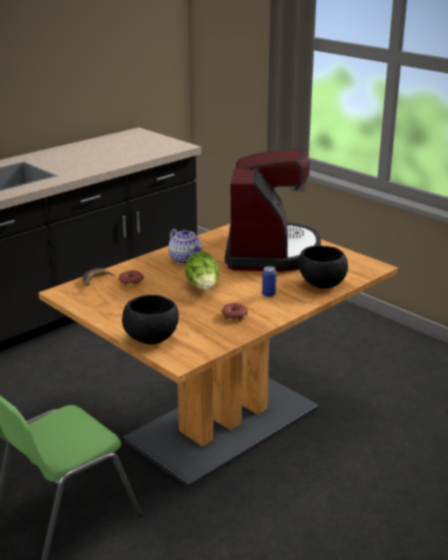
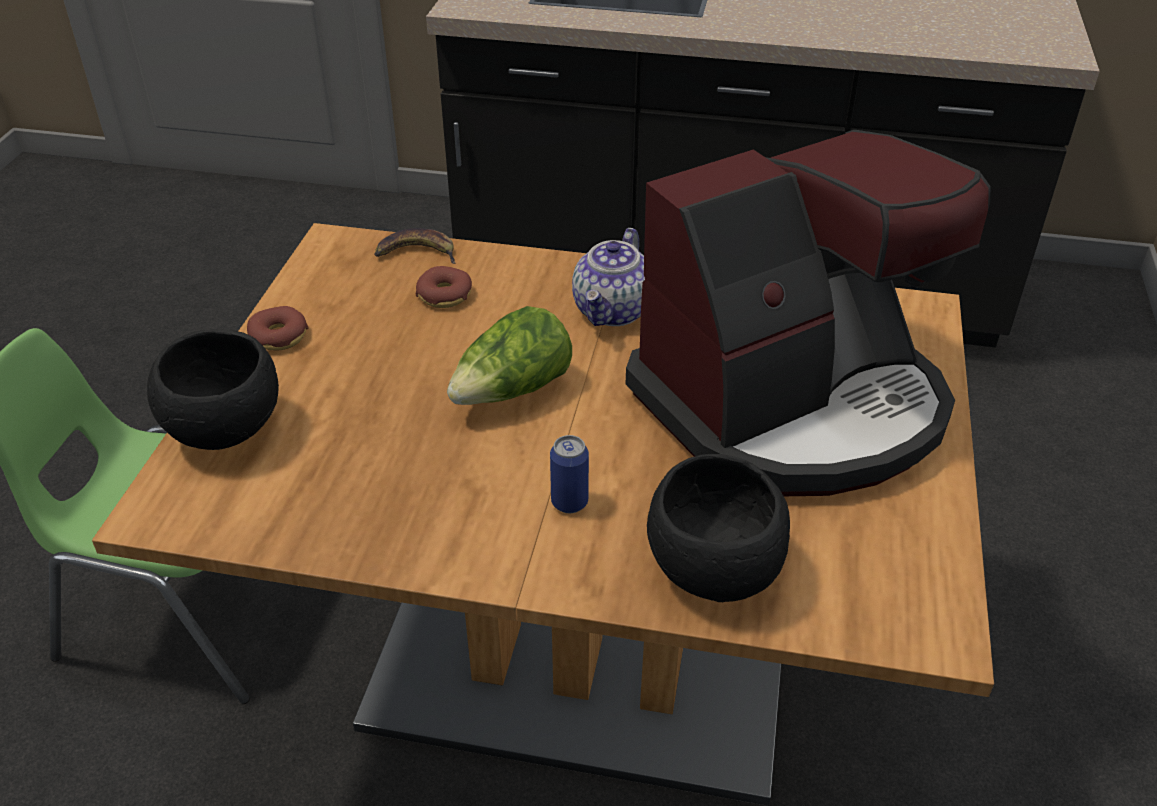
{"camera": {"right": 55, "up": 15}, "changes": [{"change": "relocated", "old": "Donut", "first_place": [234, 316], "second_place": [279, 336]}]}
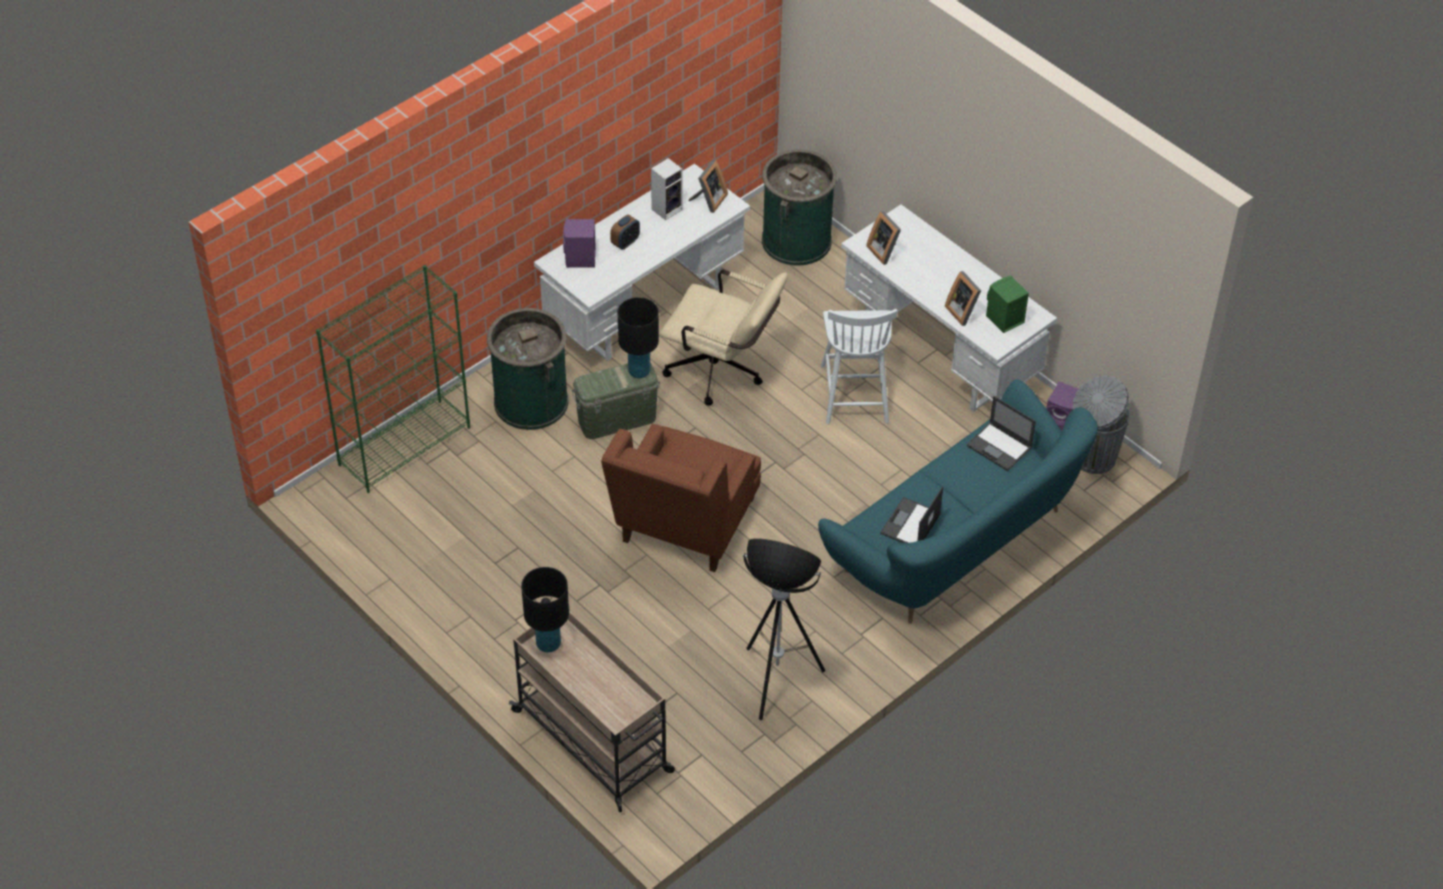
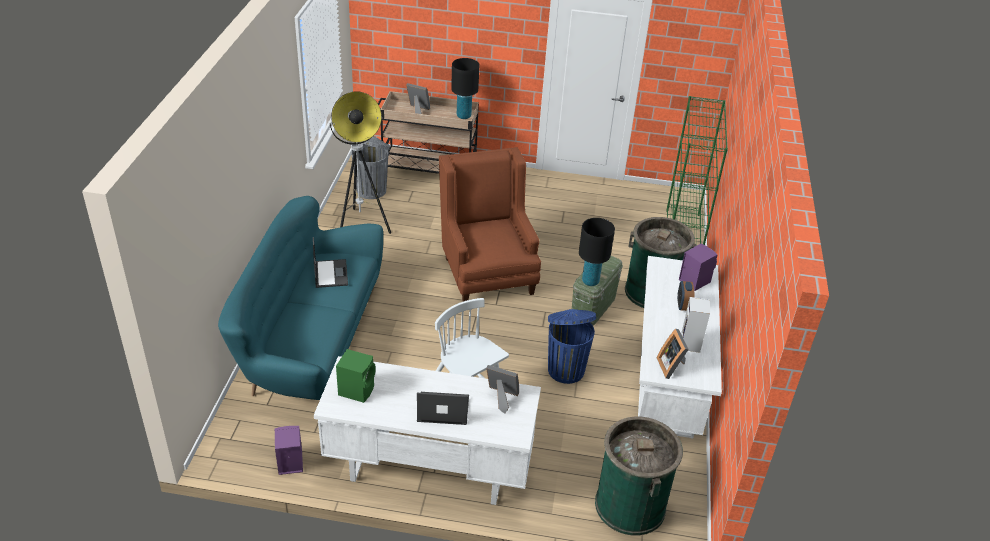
{"camera": {"right": 140, "up": -10}, "changes": [{"change": "relocated", "old": "Mülleimer [grau]", "first_place": [1092, 457], "second_place": [372, 190]}, {"change": "relocated", "old": "Bilderrahmen", "first_place": [963, 311], "second_place": [418, 110]}, {"change": "relocated", "old": "Laptop", "first_place": [1000, 447], "second_place": [442, 409]}, {"change": "exchanged", "old": "Bürostuhl [beige]", "new": "Mülleimer [blau]", "first_place": [722, 372], "second_place": [565, 369]}]}
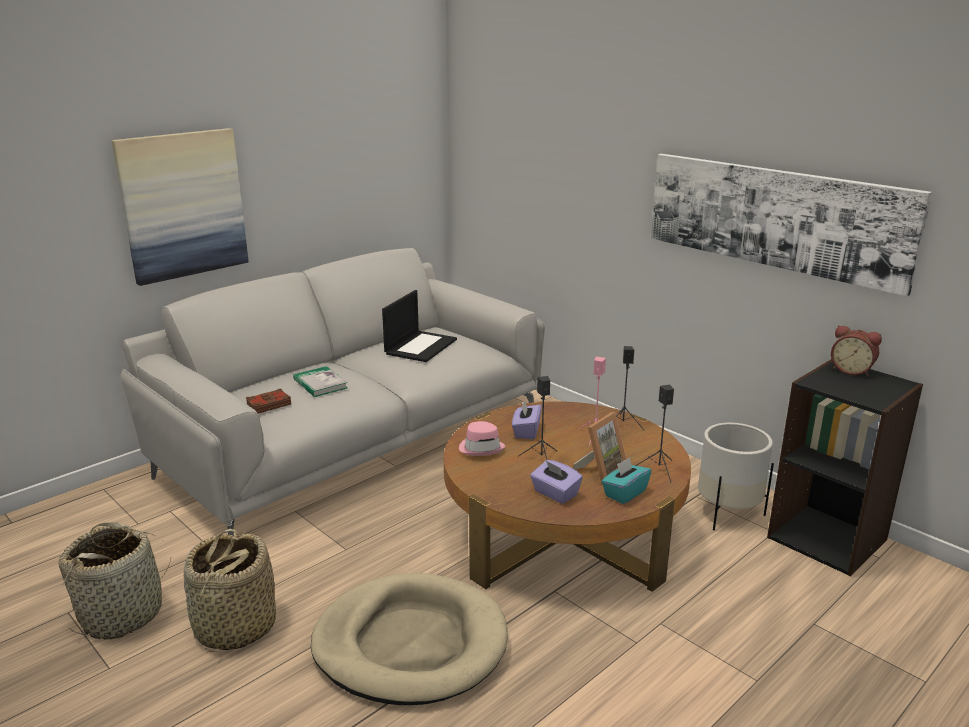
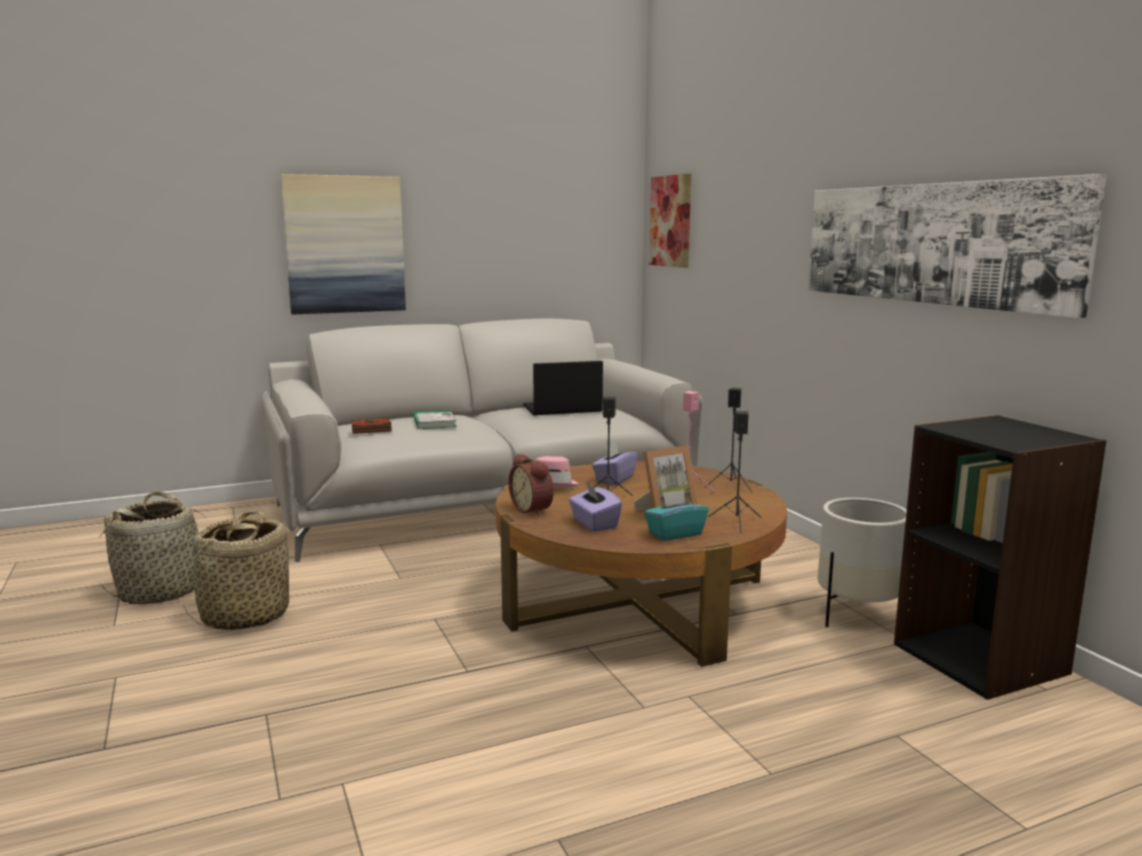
{"camera": {"right": 20, "up": -10}, "changes": [{"change": "relocated", "old": "Wecker", "first_place": [851, 370], "second_place": [533, 509]}, {"change": "spun", "old": "Laptop", "first_place": [420, 346], "second_place": [561, 409], "degrees": -150}, {"change": "appeared", "new": "Bild", "second_place": [671, 221]}, {"change": "missing", "old": "Hundebett [beige]", "first_place": [410, 644]}]}
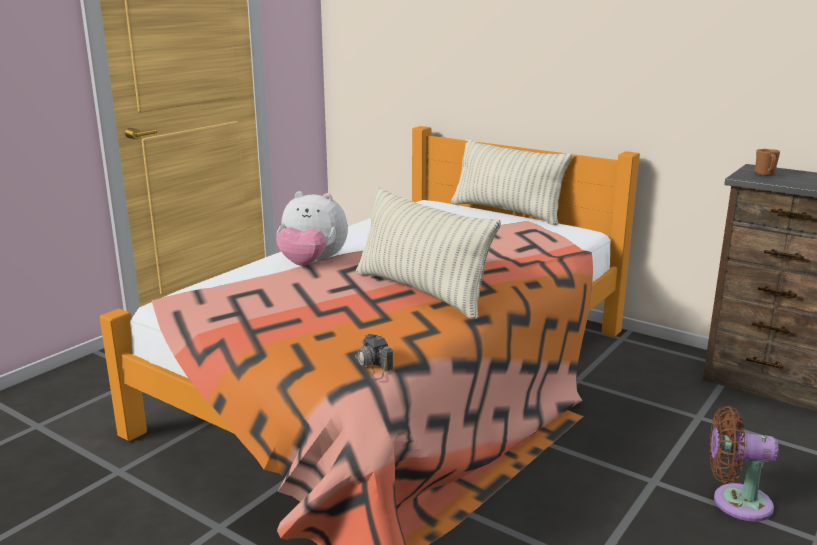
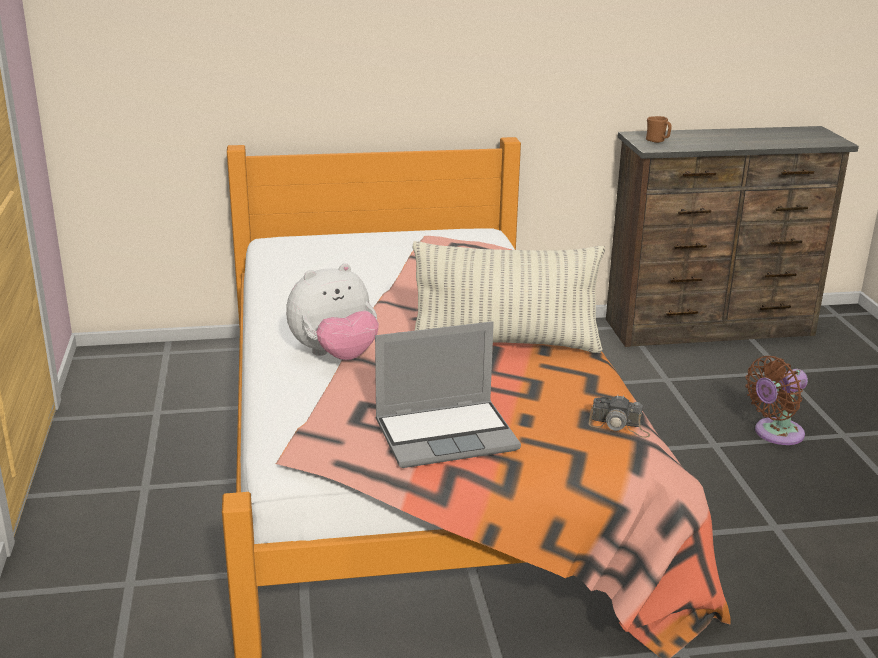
{"camera": {"right": -45, "up": 5}, "changes": [{"change": "appeared", "new": "Laptop", "second_place": [447, 435]}, {"change": "missing", "old": "Kissen", "first_place": [506, 212]}]}
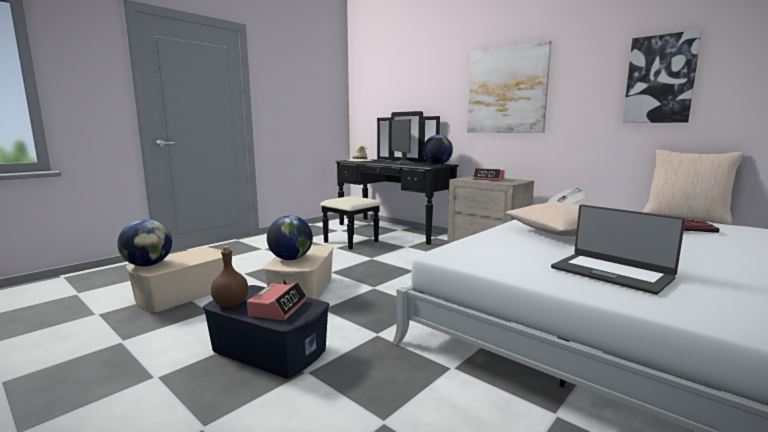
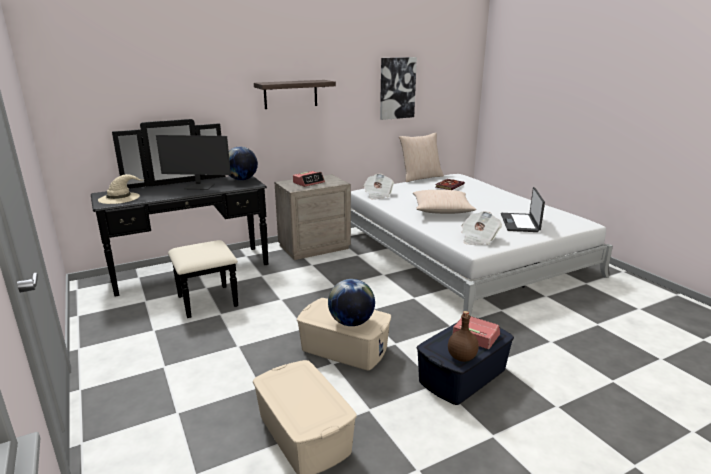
{"camera": {"right": -70, "up": 10}, "changes": [{"change": "exchanged", "old": "Bild", "new": "Wandregal", "first_place": [506, 90], "second_place": [290, 94]}, {"change": "appeared", "new": "Zeitung", "second_place": [478, 239]}, {"change": "spun", "old": "Laptop", "first_place": [611, 273], "second_place": [520, 223], "degrees": 120}, {"change": "missing", "old": "Globus", "first_place": [148, 265]}]}
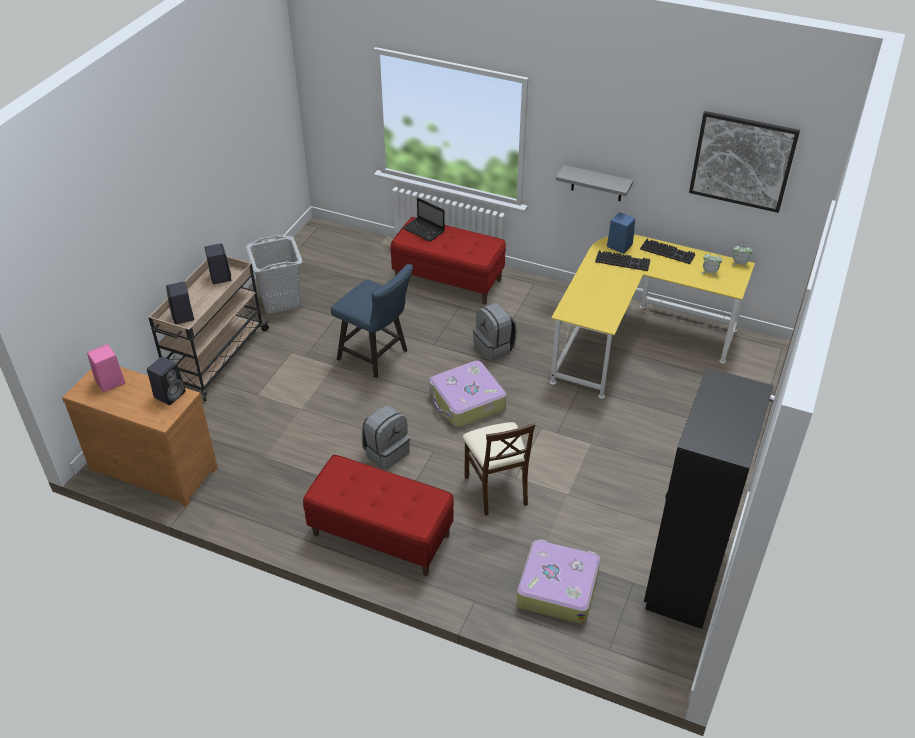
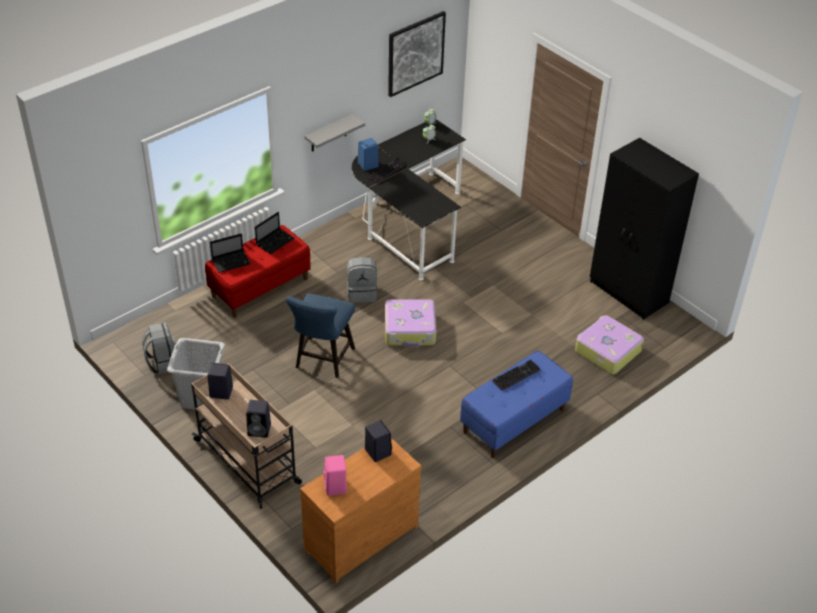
{"camera": {"right": -65, "up": 0}, "changes": [{"change": "relocated", "old": "Rucksack [grau]", "first_place": [386, 452], "second_place": [162, 362]}, {"change": "appeared", "new": "Laptop", "second_place": [275, 241]}, {"change": "spun", "old": "Stuhl [blau]", "first_place": [377, 356], "second_place": [322, 361], "degrees": 135}, {"change": "colour", "old": "Schreibtisch [gelb]", "new": "Schreibtisch [schwarz]", "first_place": [633, 341], "second_place": [407, 222]}, {"change": "colour", "old": "Bank [rot]", "new": "Bank [blau]", "first_place": [380, 535], "second_place": [514, 421]}, {"change": "relocated", "old": "Tastatur", "first_place": [668, 252], "second_place": [516, 375]}, {"change": "missing", "old": "Stuhl [beige]", "first_place": [496, 489]}]}
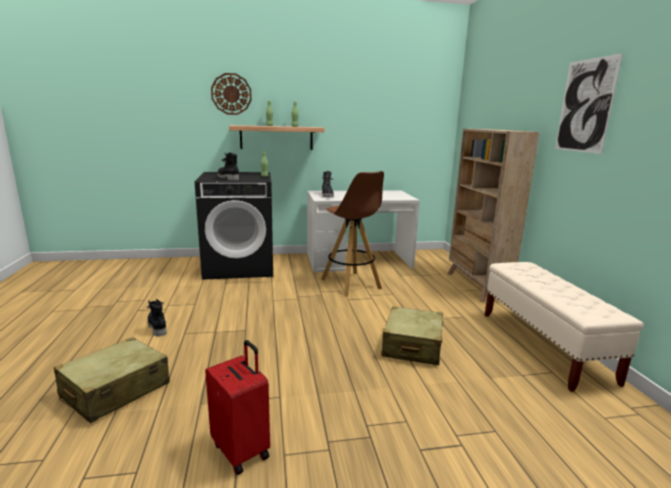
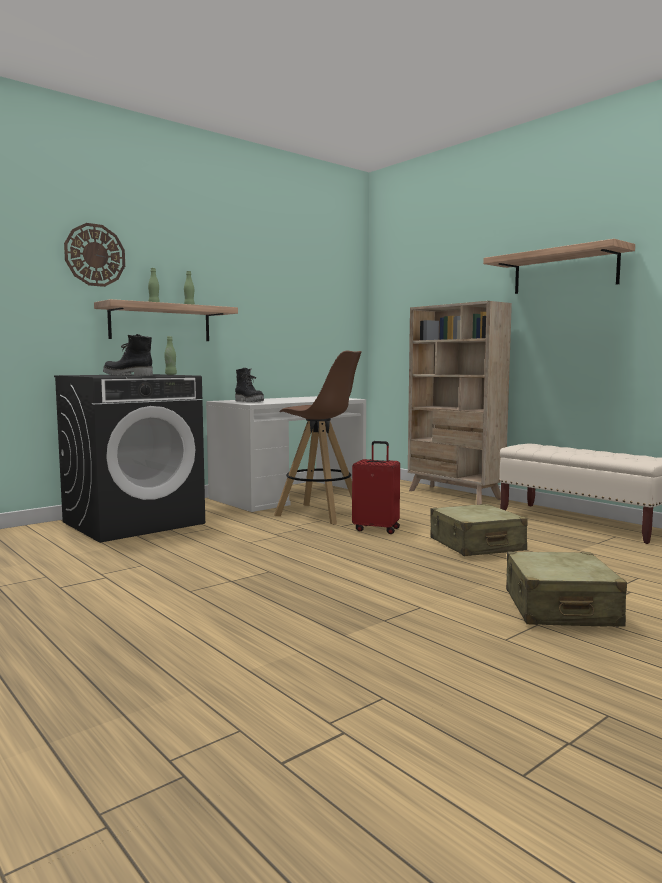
{"camera": {"right": -30, "up": -10}, "changes": [{"change": "relocated", "old": "Koffer [rot]", "first_place": [242, 449], "second_place": [377, 529]}, {"change": "exchanged", "old": "Bild", "new": "Wandregal", "first_place": [585, 106], "second_place": [564, 271]}, {"change": "relocated", "old": "Koffer [beige]", "first_place": [115, 390], "second_place": [560, 608]}, {"change": "missing", "old": "Stiefel [schwarz]", "first_place": [157, 326]}]}
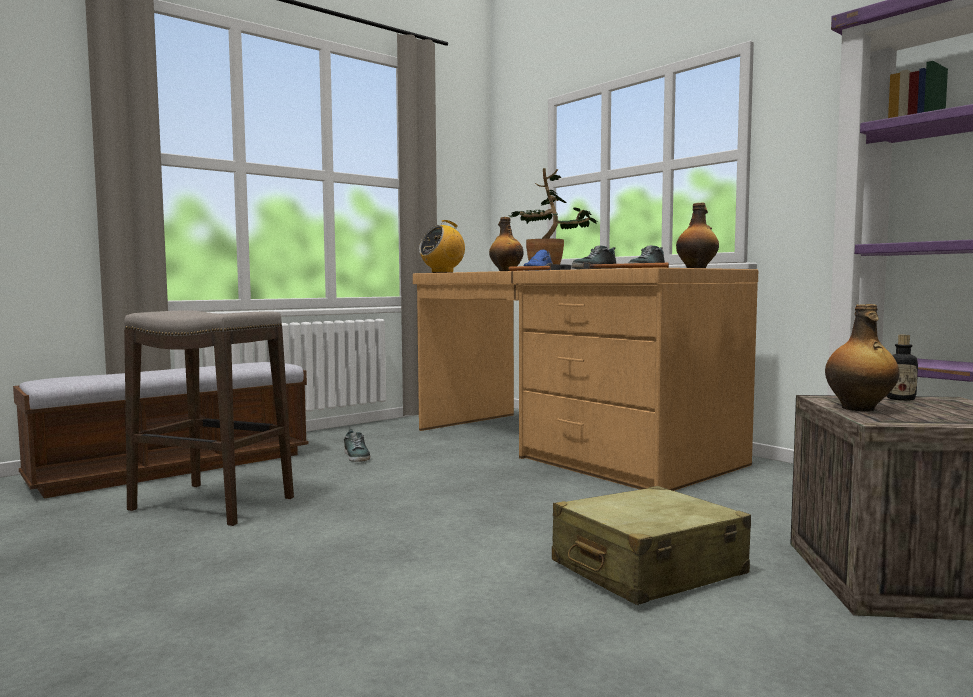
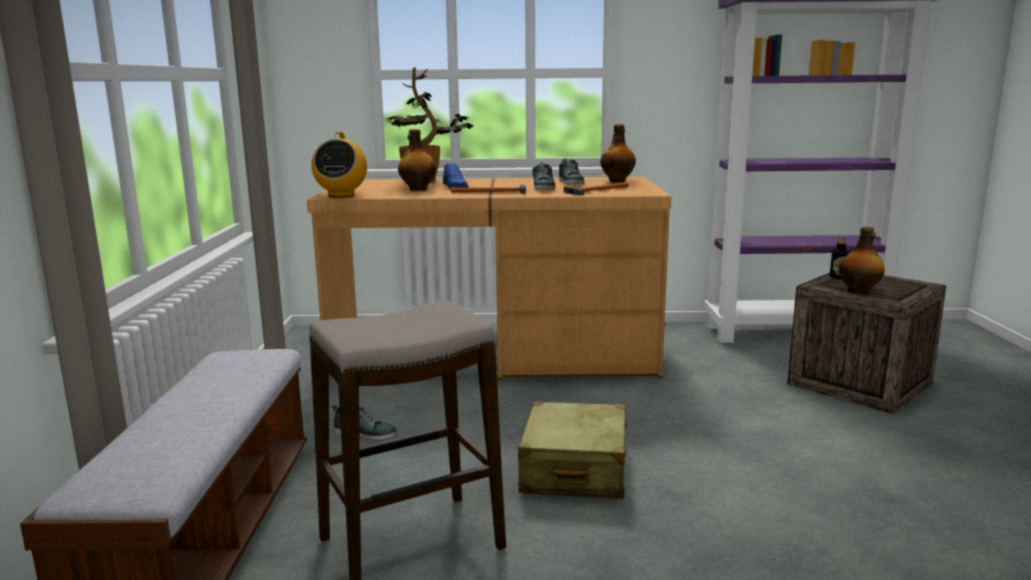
{"camera": {"right": -50, "up": 10}, "changes": [{"change": "relocated", "old": "Koffer [beige]", "first_place": [647, 569], "second_place": [574, 470]}]}
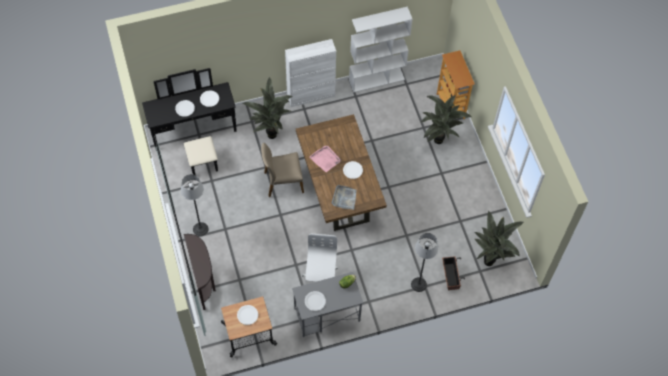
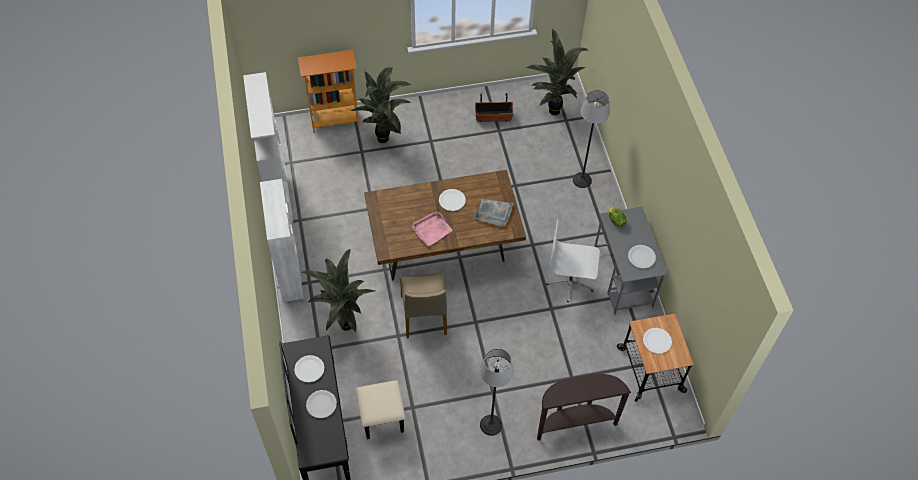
{"camera": {"right": -85, "up": -5}, "changes": [{"change": "relocated", "old": "Pflanzkübel", "first_place": [450, 276], "second_place": [493, 117]}]}
